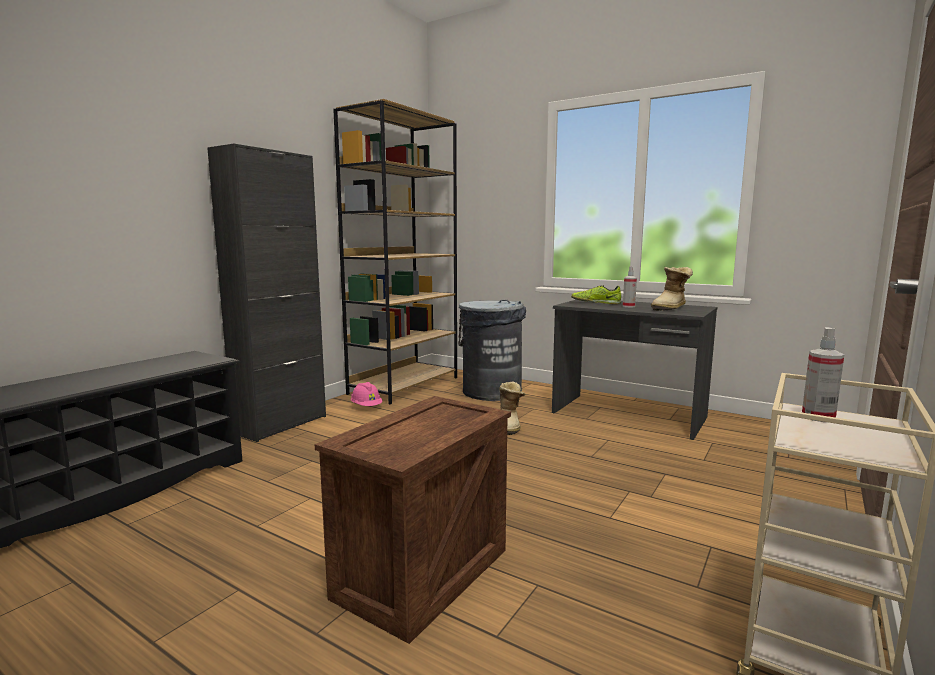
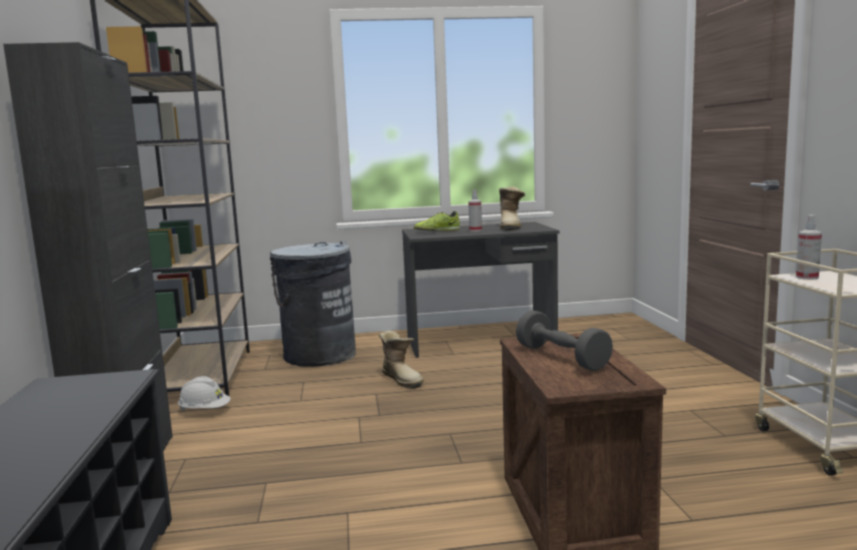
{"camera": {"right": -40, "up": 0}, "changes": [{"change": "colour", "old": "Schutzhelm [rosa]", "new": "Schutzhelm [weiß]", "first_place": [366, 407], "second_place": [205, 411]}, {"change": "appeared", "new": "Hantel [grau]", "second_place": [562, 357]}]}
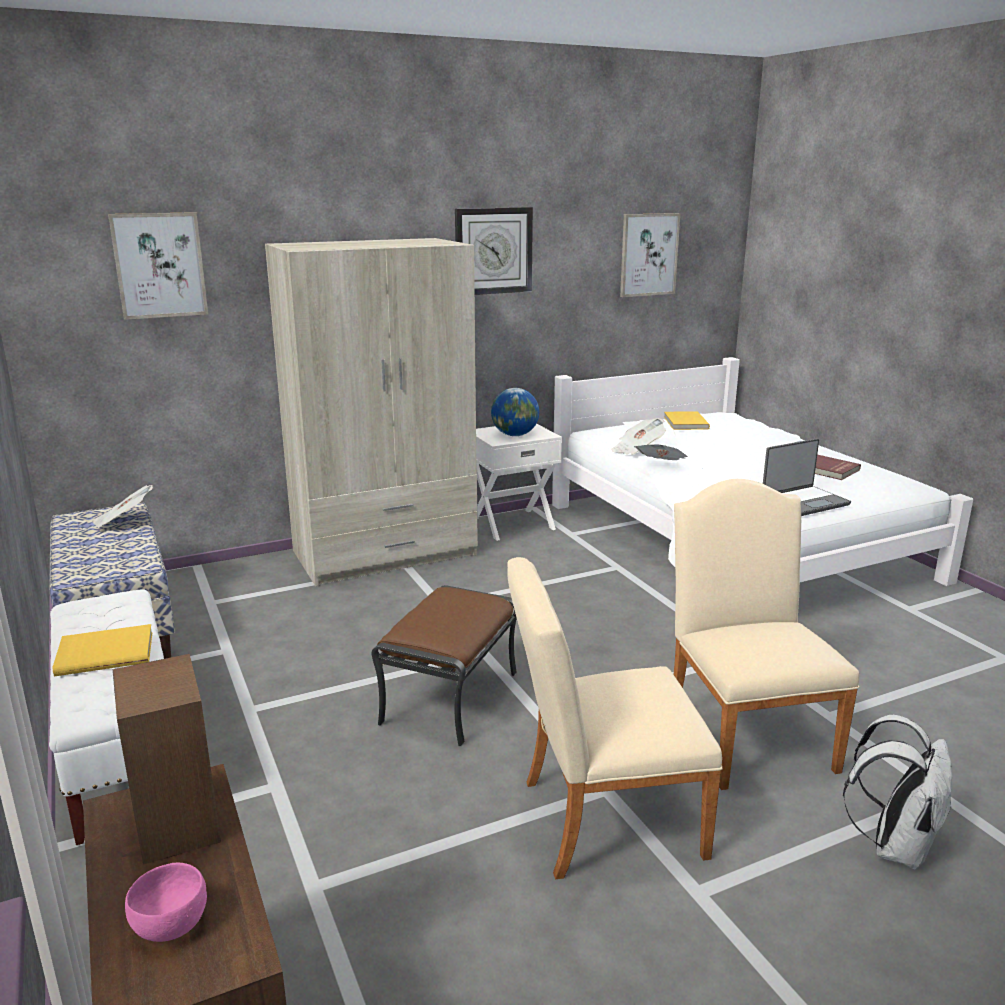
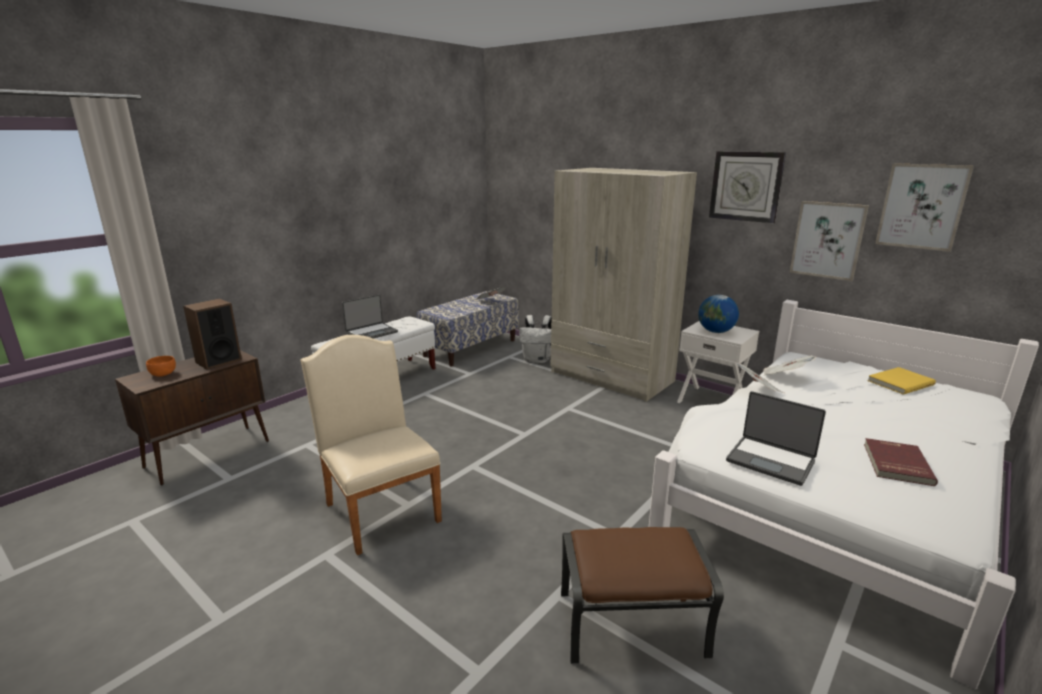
{"camera": {"right": 65, "up": 0}, "changes": [{"change": "colour", "old": "Schüssel [rosa]", "new": "Schüssel [orange]", "first_place": [169, 924], "second_place": [163, 374]}, {"change": "exchanged", "old": "Buch [gelb]", "new": "Laptop", "first_place": [105, 653], "second_place": [371, 333]}, {"change": "relocated", "old": "Rucksack [weiß]", "first_place": [895, 846], "second_place": [537, 360]}, {"change": "relocated", "old": "Polsterhocker [braun]", "first_place": [449, 696], "second_place": [632, 623]}, {"change": "relocated", "old": "Bild", "first_place": [159, 265], "second_place": [827, 240]}, {"change": "missing", "old": "Stuhl [beige]", "first_place": [745, 732]}]}
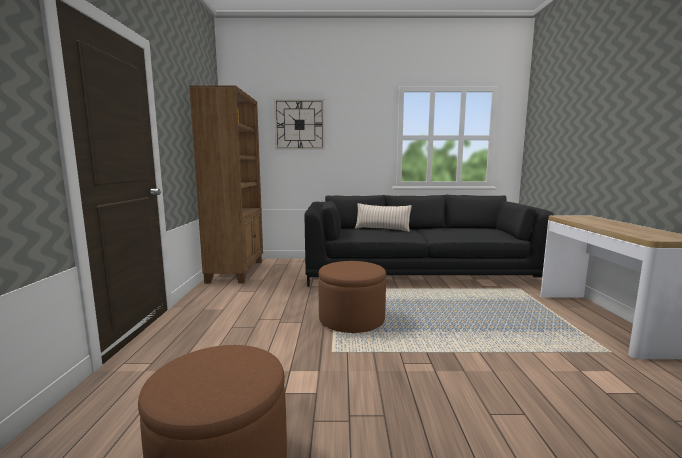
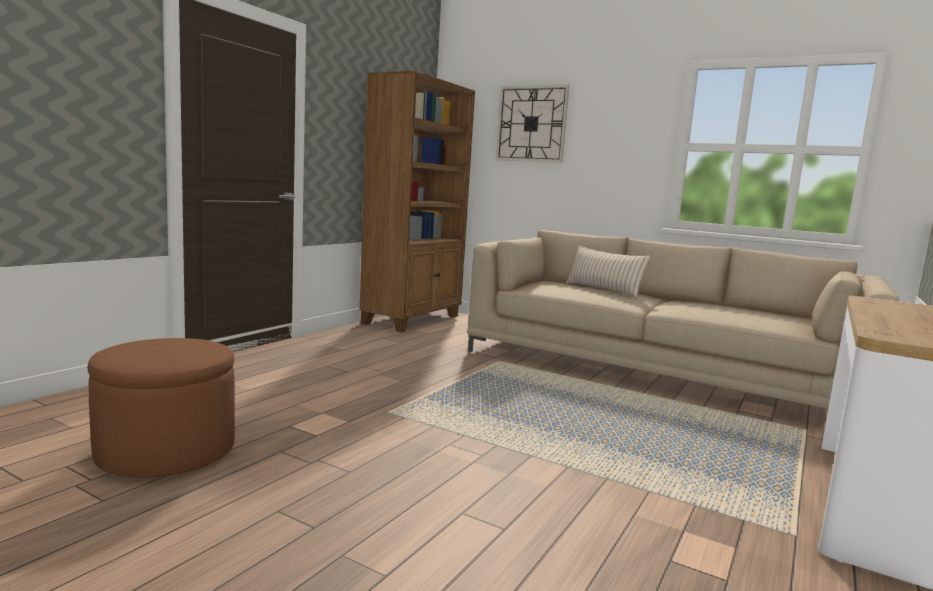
{"camera": {"right": 30, "up": 0}, "changes": [{"change": "colour", "old": "Sofa [schwarz]", "new": "Sofa [beige]", "first_place": [416, 273], "second_place": [655, 371]}, {"change": "missing", "old": "Polsterhocker [braun]", "first_place": [351, 320]}]}
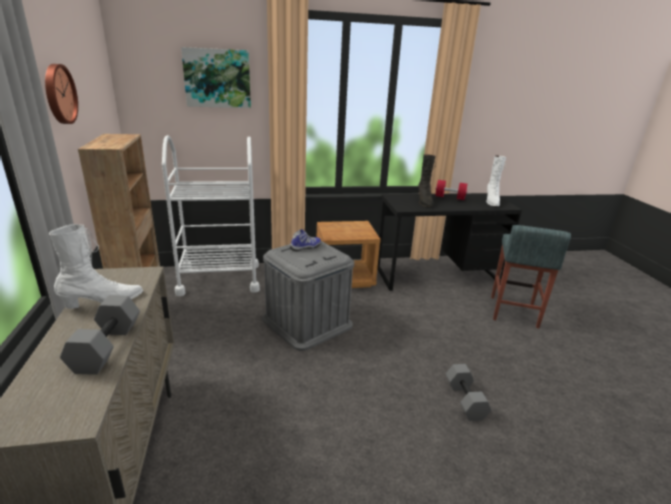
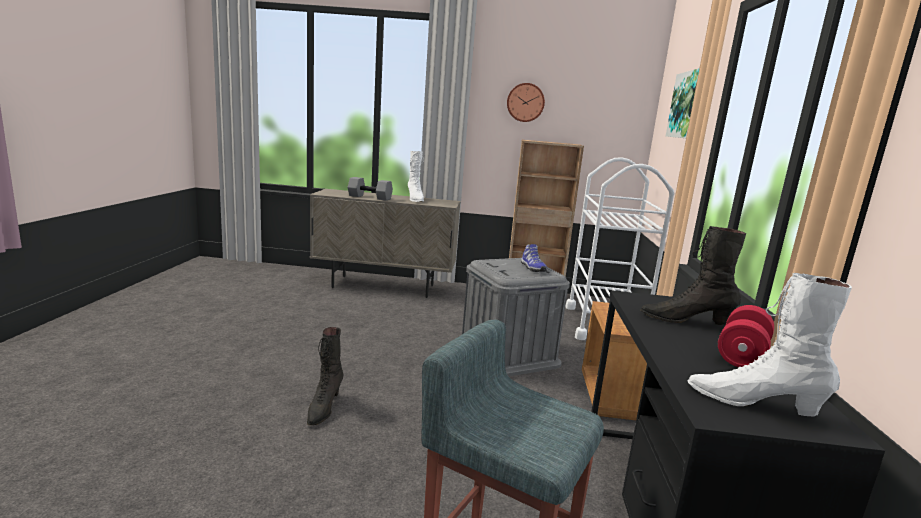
{"camera": {"right": 105, "up": -10}, "changes": [{"change": "exchanged", "old": "Hantel [grau]", "new": "Stiefel [schwarz]", "first_place": [464, 399], "second_place": [324, 408]}]}
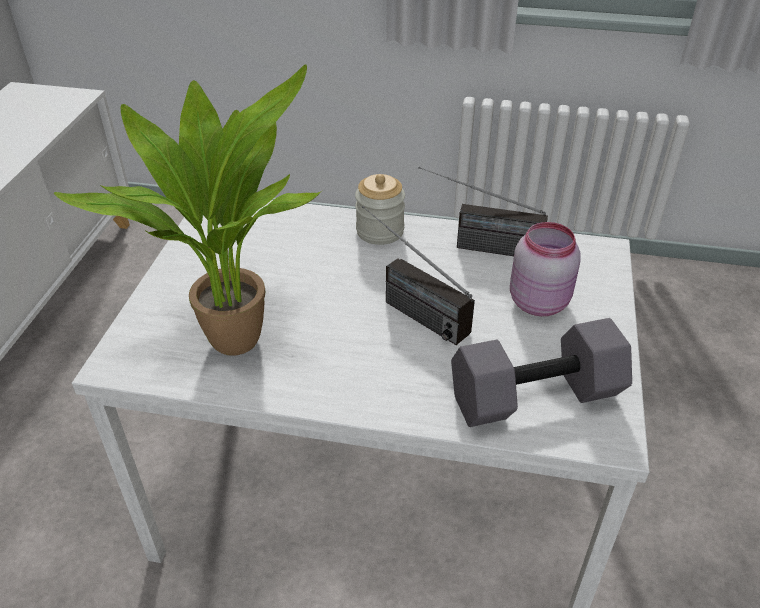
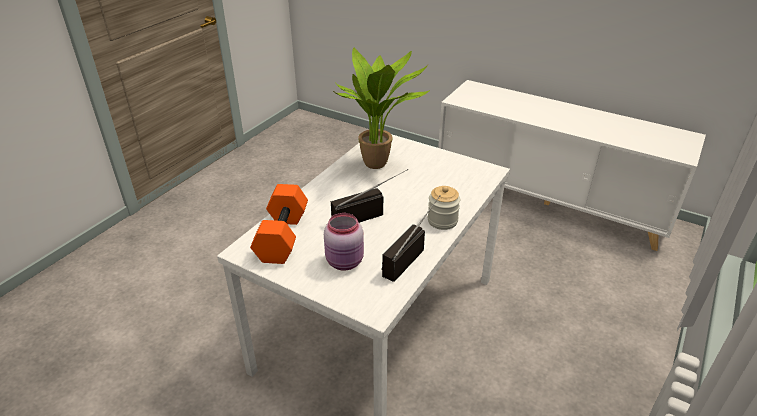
{"camera": {"right": 110, "up": -5}, "changes": [{"change": "colour", "old": "Hantel [grau]", "new": "Hantel [orange]", "first_place": [534, 398], "second_place": [281, 236]}]}
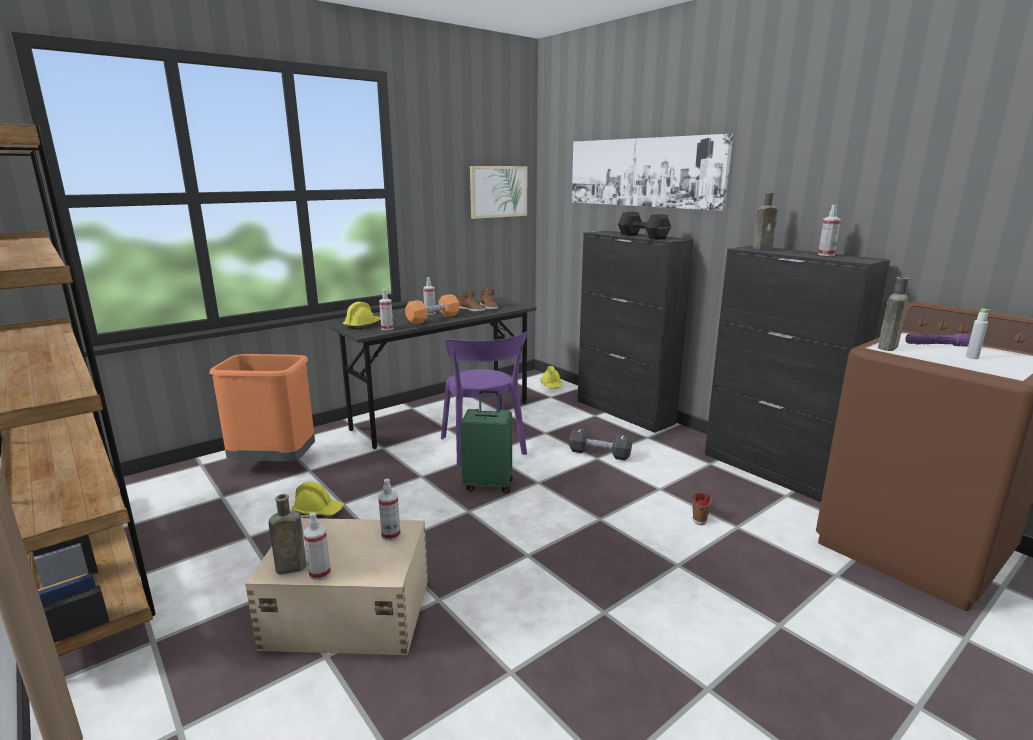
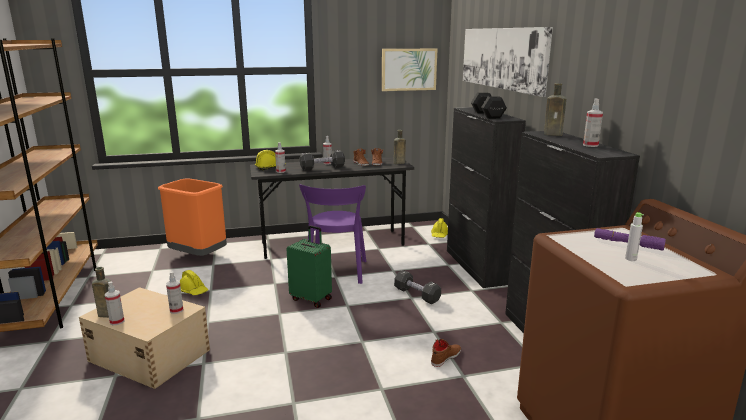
{"camera": {"right": 25, "up": 0}, "changes": [{"change": "colour", "old": "Hantel [orange]", "new": "Hantel [schwarz]", "first_place": [433, 319], "second_place": [322, 168]}, {"change": "relocated", "old": "Flasche [braun]", "first_place": [887, 348], "second_place": [398, 163]}]}
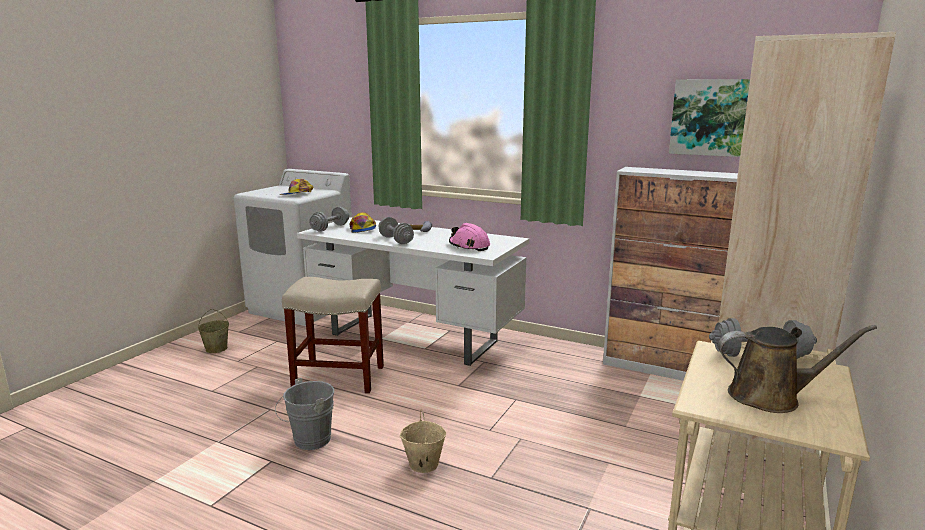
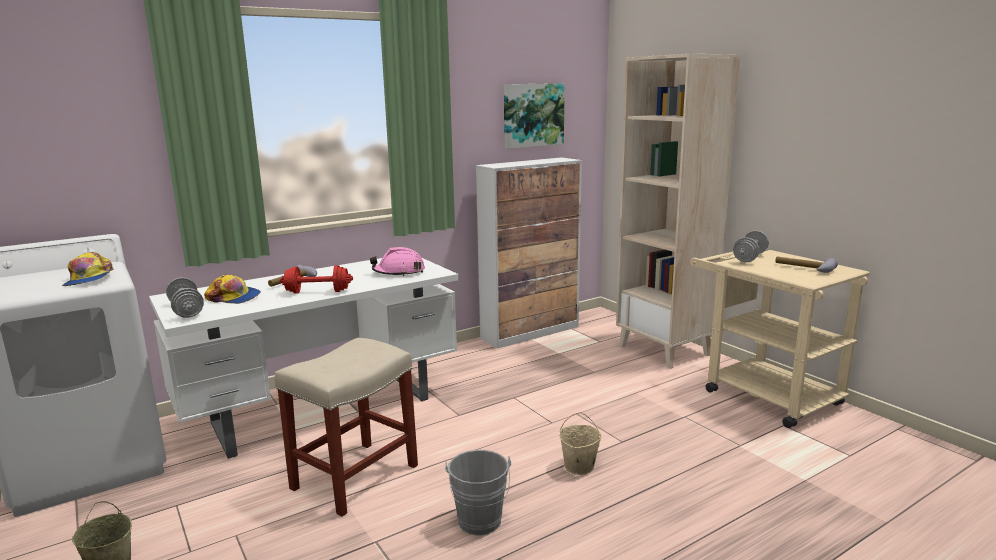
{"camera": {"right": -60, "up": 0}, "changes": [{"change": "colour", "old": "Hantel [grau]", "new": "Hantel [rot]", "first_place": [396, 240], "second_place": [317, 292]}, {"change": "exchanged", "old": "Gießkanne [braun]", "new": "Hammer", "first_place": [770, 397], "second_place": [803, 269]}]}
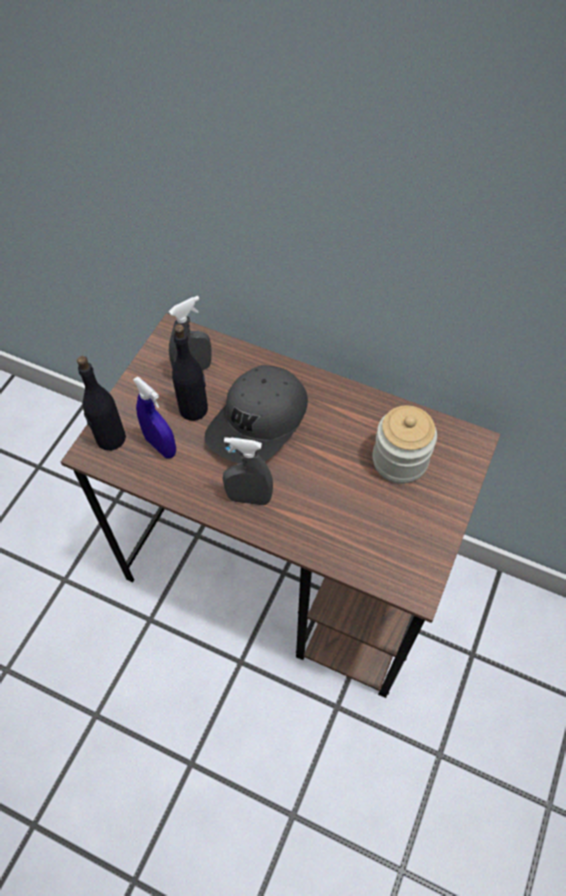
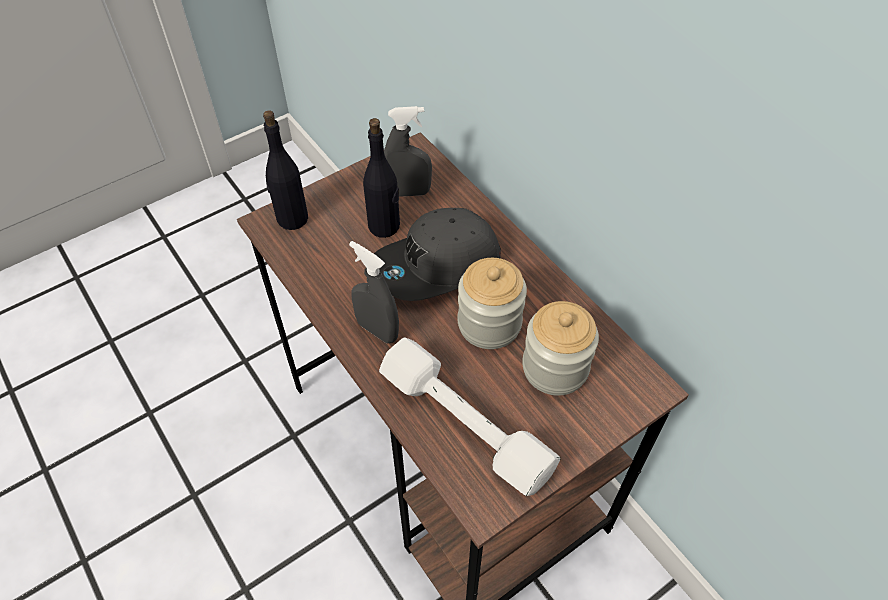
{"camera": {"right": 30, "up": -5}, "changes": [{"change": "appeared", "new": "Hantel [weiß]", "second_place": [464, 423]}, {"change": "appeared", "new": "Vorratsglas", "second_place": [489, 324]}, {"change": "missing", "old": "Sprühflasche [blau]", "first_place": [160, 446]}]}
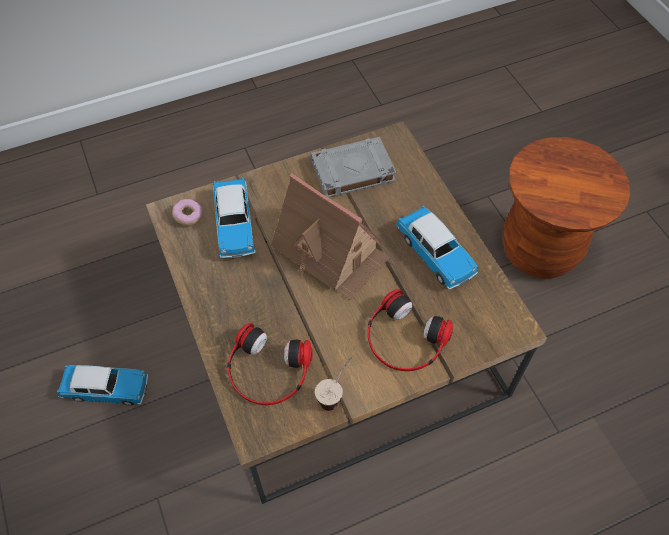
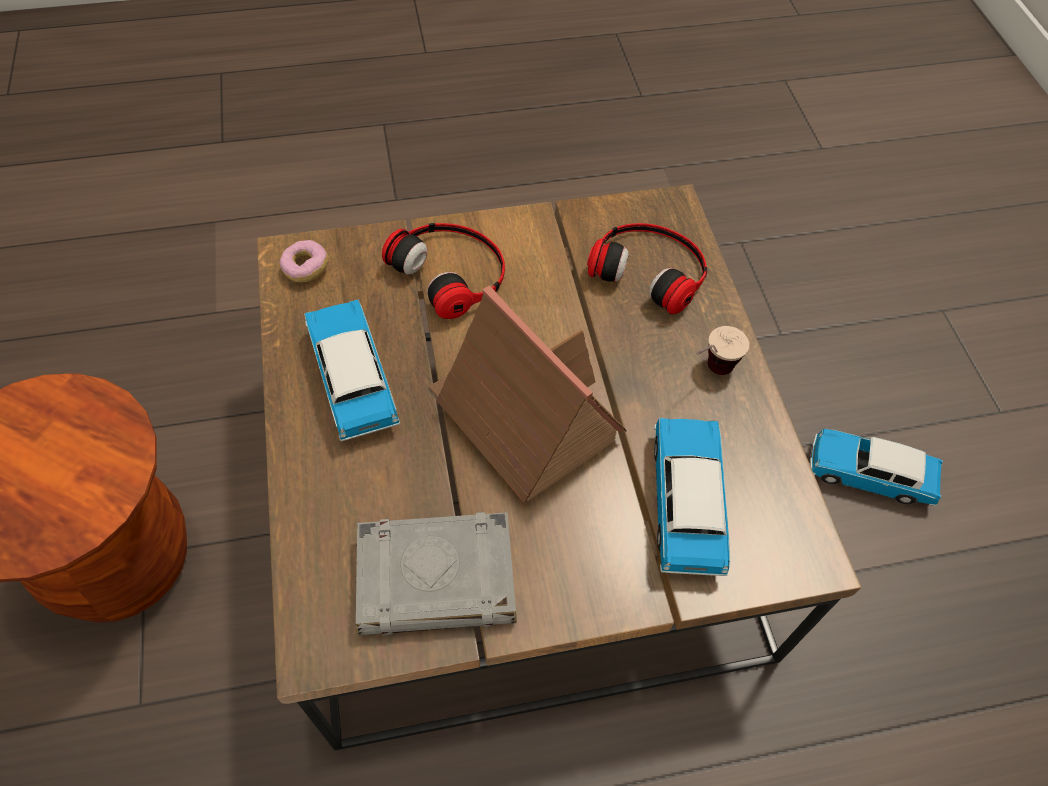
{"camera": {"right": -170, "up": 0}, "changes": [{"change": "relocated", "old": "Donut", "first_place": [189, 216], "second_place": [306, 268]}, {"change": "relocated", "old": "Tasse", "first_place": [335, 394], "second_place": [709, 373]}]}
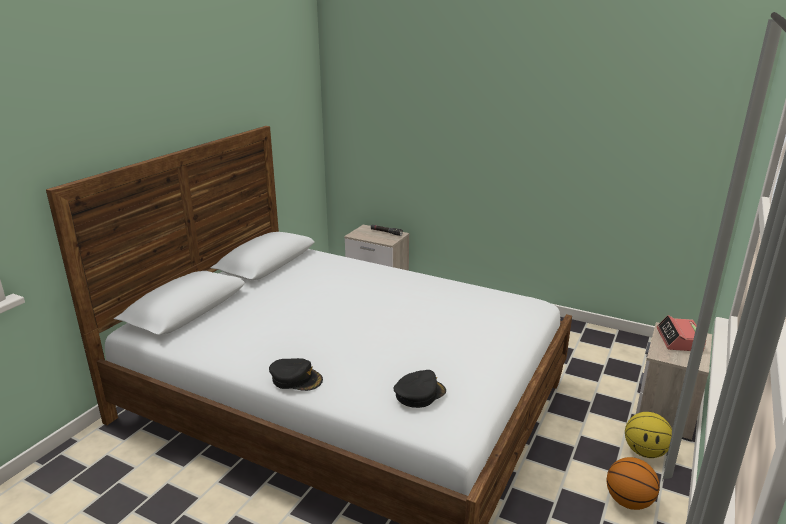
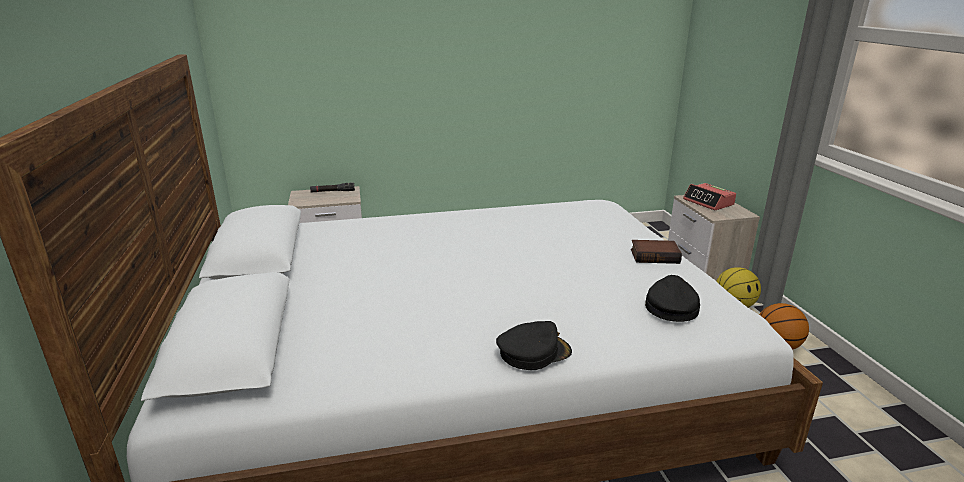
{"camera": {"right": -40, "up": 0}, "changes": [{"change": "appeared", "new": "Buch", "second_place": [655, 255]}]}
